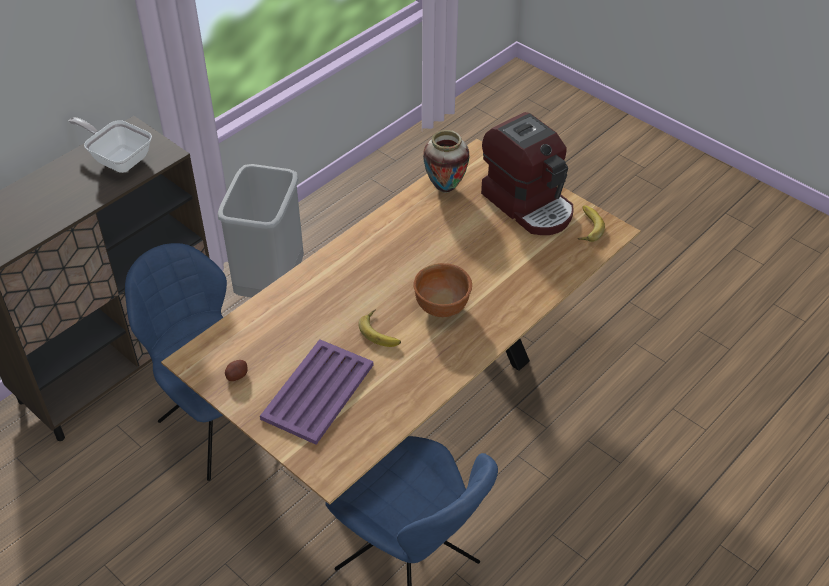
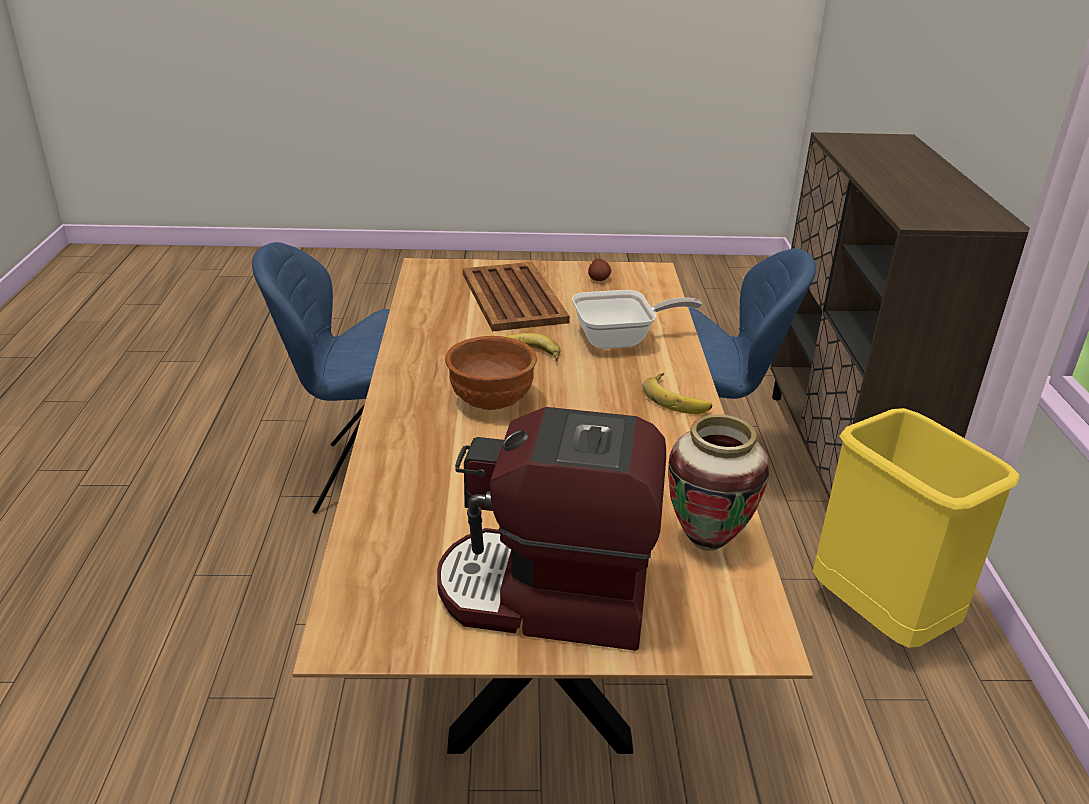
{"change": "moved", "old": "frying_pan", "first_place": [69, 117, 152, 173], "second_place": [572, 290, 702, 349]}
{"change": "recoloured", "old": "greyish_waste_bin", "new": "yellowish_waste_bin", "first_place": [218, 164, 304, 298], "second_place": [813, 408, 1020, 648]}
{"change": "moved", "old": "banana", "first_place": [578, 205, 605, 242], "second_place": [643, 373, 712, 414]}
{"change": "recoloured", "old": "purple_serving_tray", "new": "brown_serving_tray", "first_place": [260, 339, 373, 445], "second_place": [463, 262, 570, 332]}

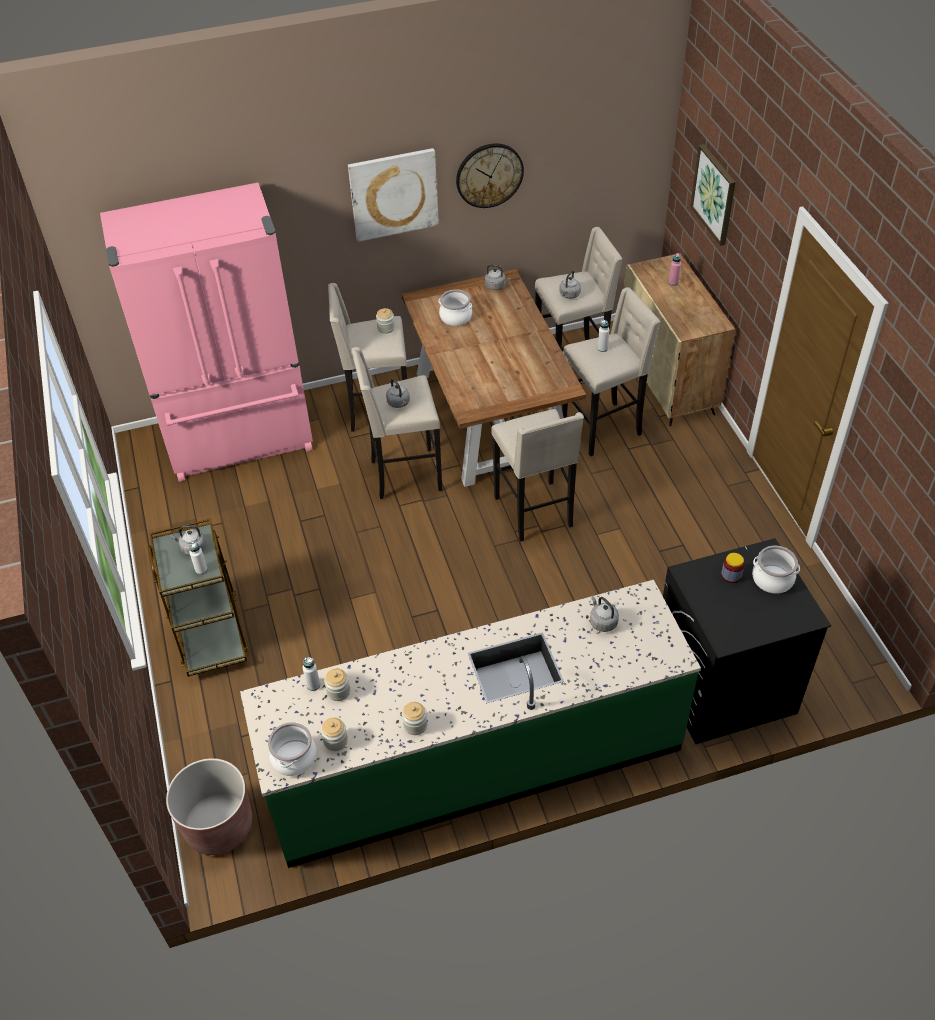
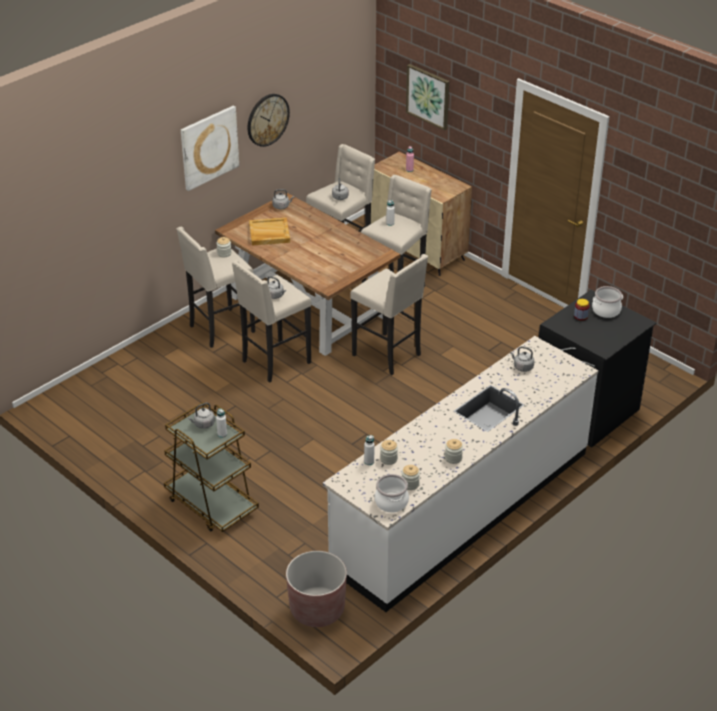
{"change": "removed", "old": "pinkish_kitchen_fridge", "first_place": [100, 183, 313, 482]}
{"change": "replaced", "old": "stockpot", "new": "beige_serving_tray", "first_place": [439, 289, 472, 326], "second_place": [249, 217, 290, 246]}
{"change": "recoloured", "old": "greenish_kitchen_base_unit", "new": "white_kitchen_base_unit", "first_place": [240, 580, 701, 868], "second_place": [323, 336, 599, 612]}

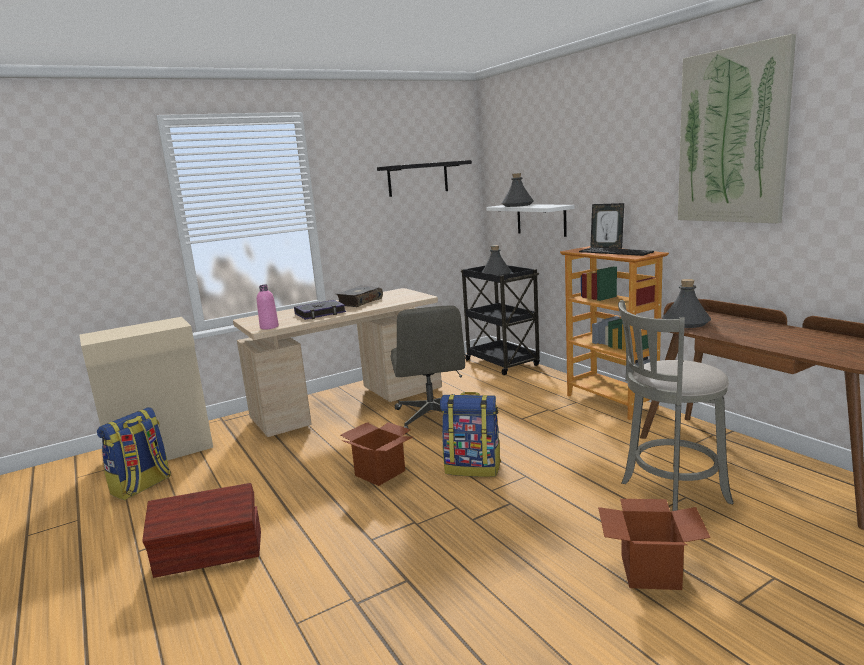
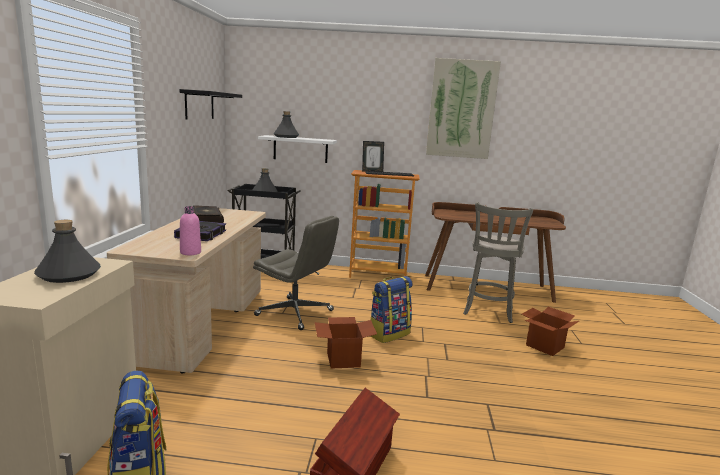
{"change": "moved", "old": "greyish_beverage_bottle", "first_place": [662, 279, 711, 328], "second_place": [34, 220, 101, 283]}

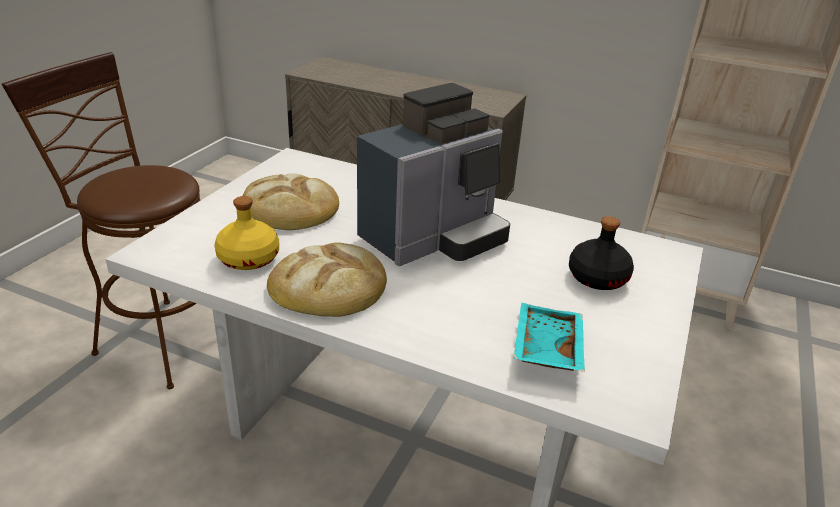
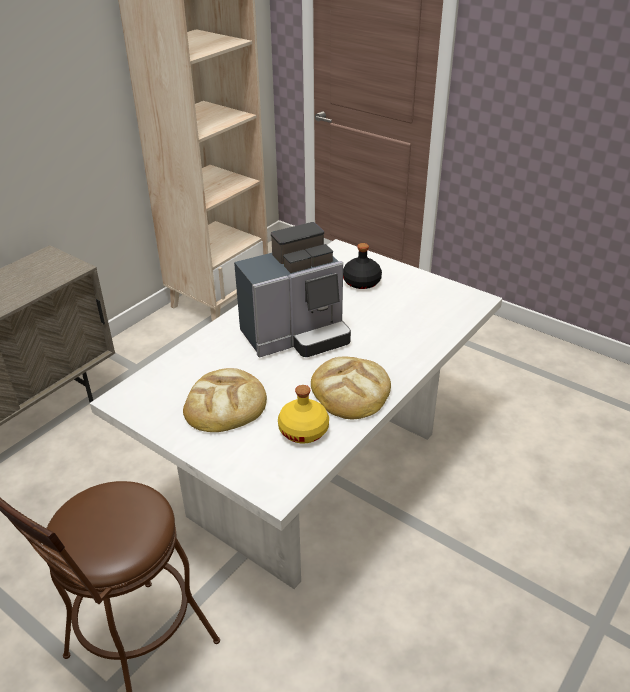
{"change": "turned", "old": "coffee_maker", "first_place": [357, 83, 510, 266], "second_place": [234, 222, 351, 357], "degrees": 90}
{"change": "removed", "old": "blue-green_serving_tray", "first_place": [514, 303, 585, 372]}

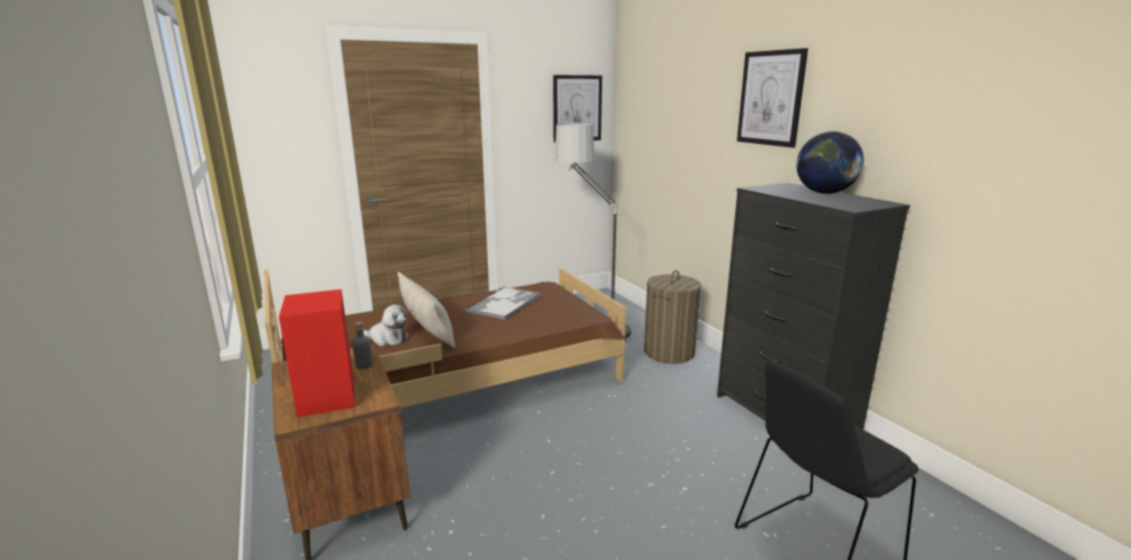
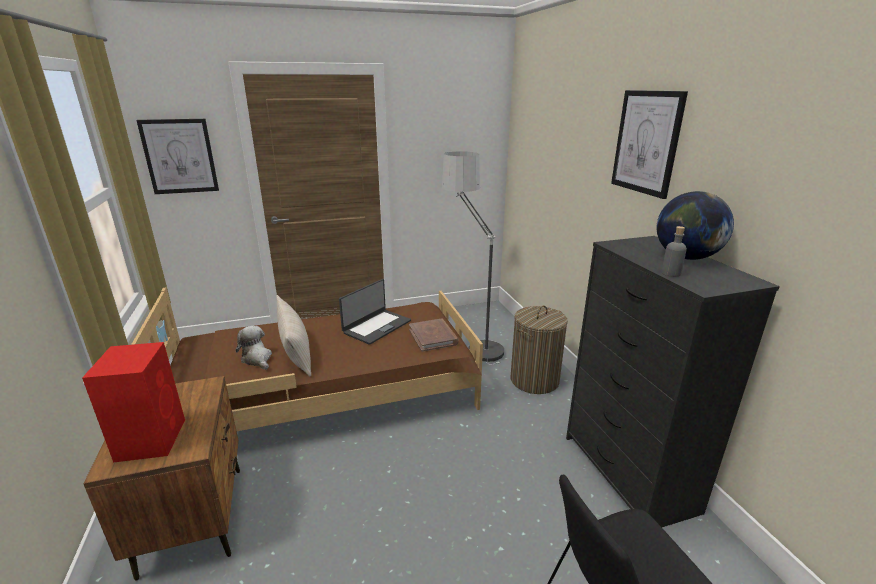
{"change": "moved", "old": "wall_picture", "first_place": [553, 75, 602, 142], "second_place": [136, 119, 219, 194]}
{"change": "replaced", "old": "serving_tray", "new": "laptop", "first_place": [465, 287, 541, 320], "second_place": [339, 279, 411, 345]}
{"change": "turned", "old": "soft_toy", "first_place": [363, 304, 409, 346], "second_place": [236, 326, 272, 370], "degrees": -150}
{"change": "moved", "old": "greyish_beverage_bottle", "first_place": [352, 322, 373, 369], "second_place": [662, 226, 687, 277]}
{"change": "added", "new": "brown_volume", "second_place": [409, 318, 459, 352]}

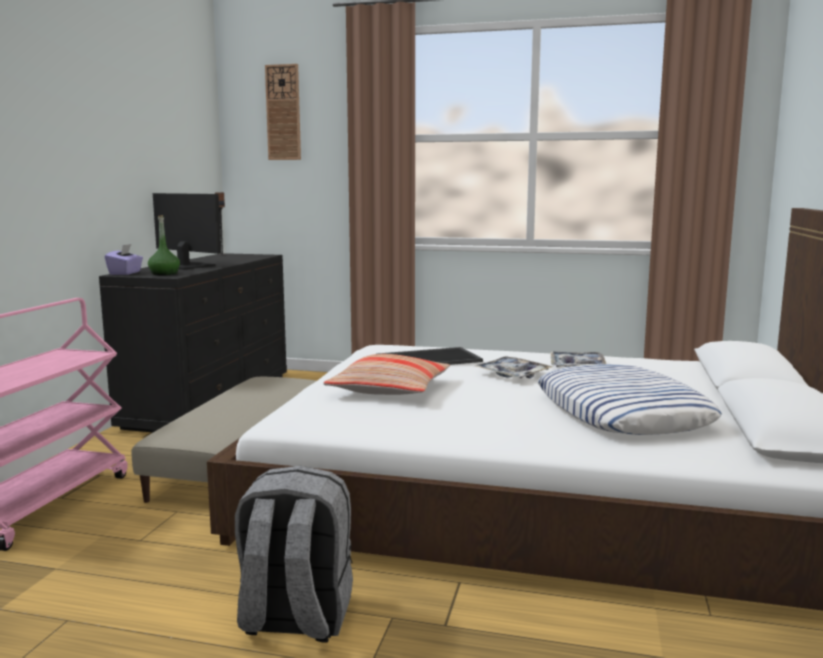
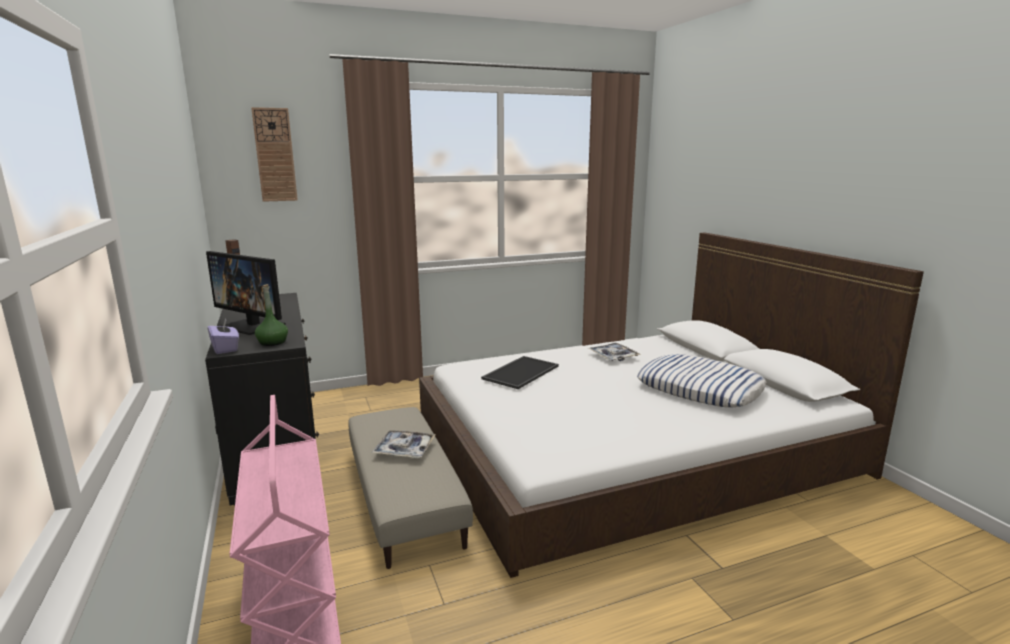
{"change": "turned", "old": "computer_display", "first_place": [153, 193, 221, 270], "second_place": [206, 251, 286, 335], "degrees": -150}
{"change": "removed", "old": "throw_pillow", "first_place": [323, 354, 450, 395]}
{"change": "moved", "old": "serving_tray", "first_place": [475, 356, 553, 378], "second_place": [372, 430, 436, 458]}
{"change": "removed", "old": "greyish_rucksack", "first_place": [235, 466, 353, 643]}

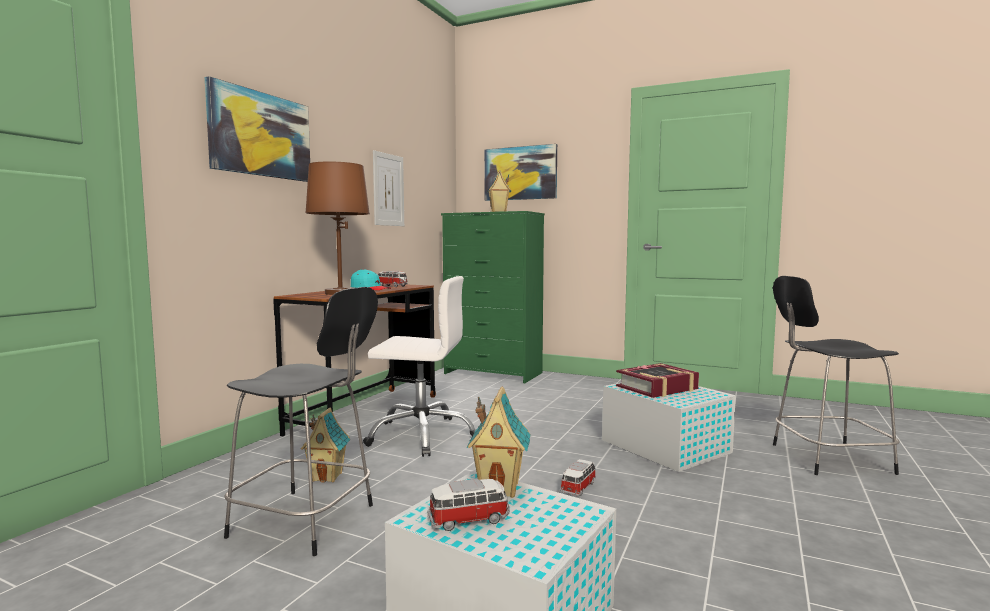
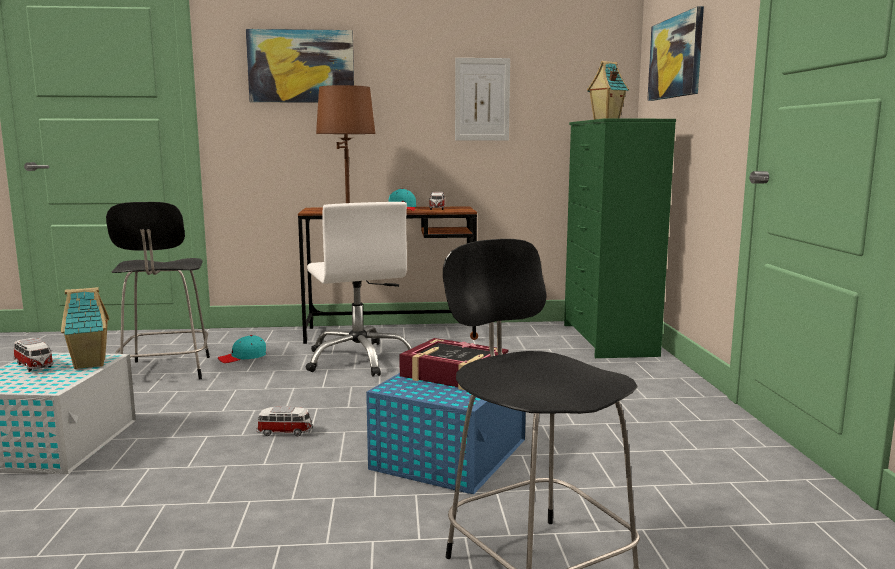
{"change": "recoloured", "old": "white_storage_container", "new": "blue-coloured_storage_container", "first_place": [602, 382, 736, 472], "second_place": [366, 373, 526, 494]}
{"change": "replaced", "old": "toy_house", "new": "blue-green_peaked_cap", "first_place": [301, 408, 350, 482], "second_place": [218, 335, 266, 363]}

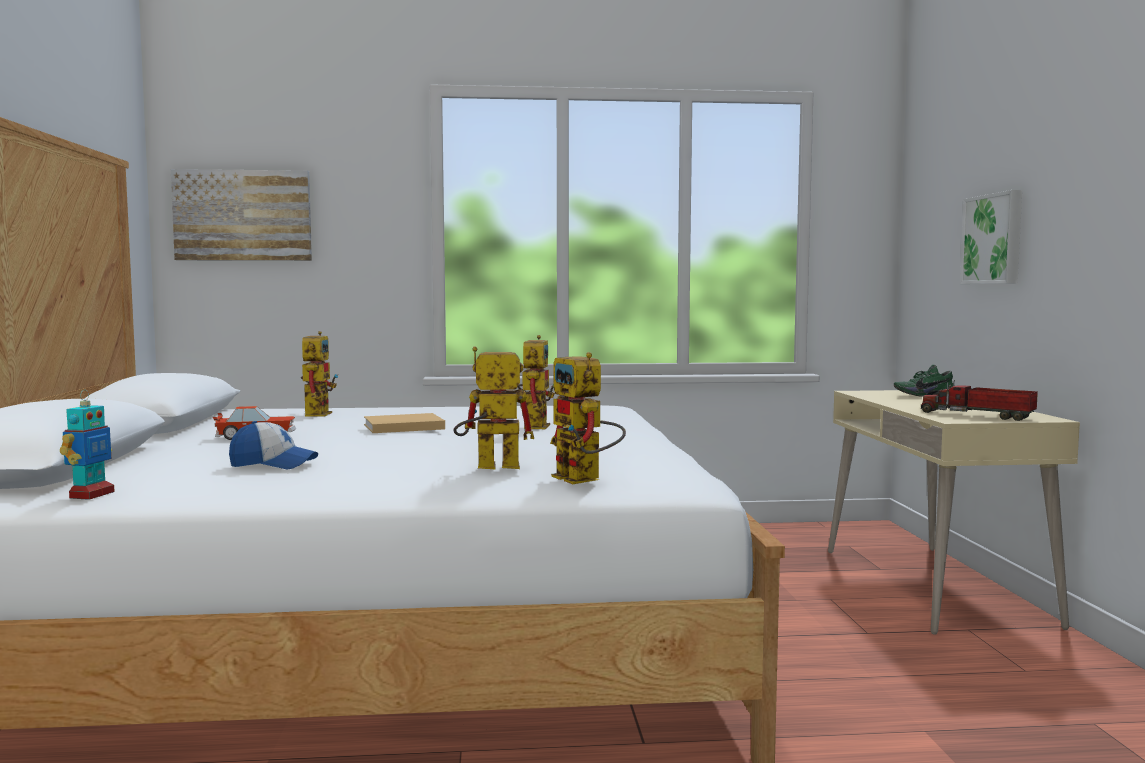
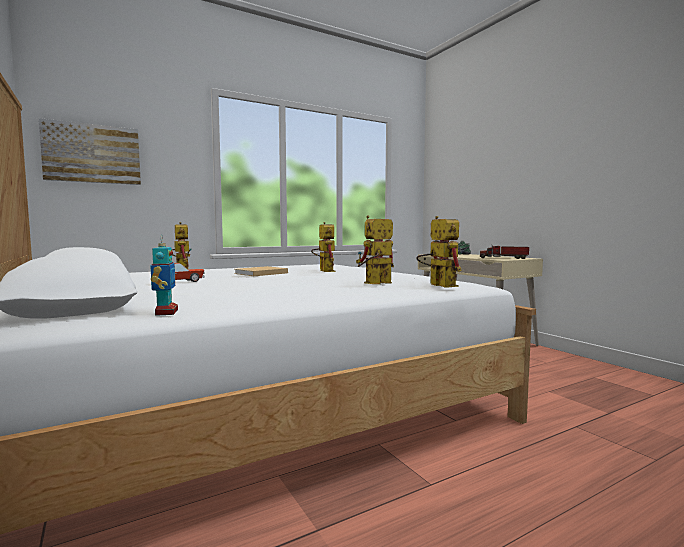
{"change": "removed", "old": "wall_picture", "first_place": [960, 190, 1022, 284]}
{"change": "turned", "old": "robot_figure", "first_place": [550, 352, 626, 484], "second_place": [417, 216, 462, 288], "degrees": -150}
{"change": "removed", "old": "peaked_cap", "first_place": [229, 421, 318, 469]}

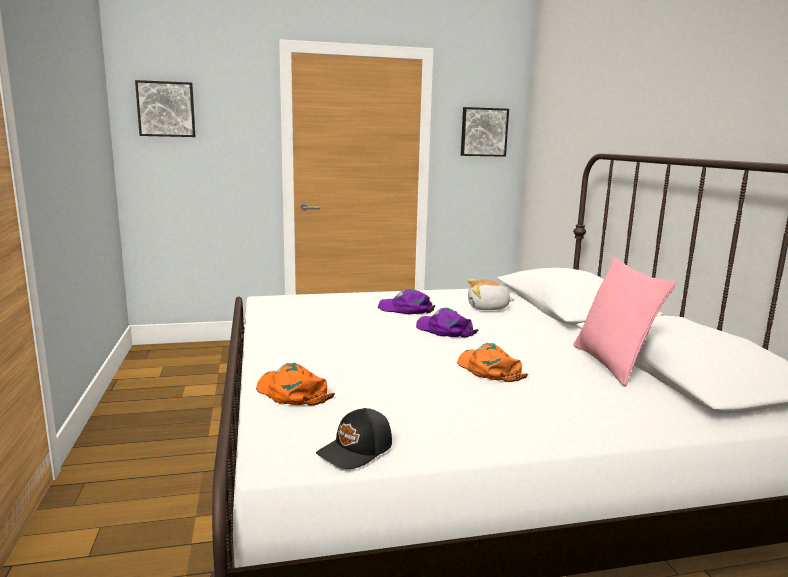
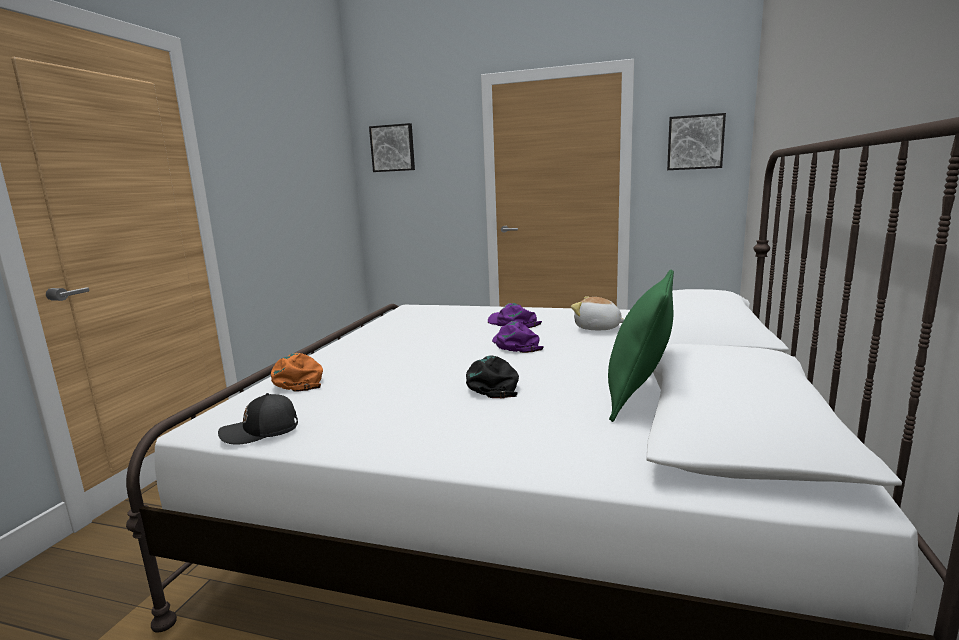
{"change": "recoloured", "old": "pinkish_throw_pillow", "new": "greenish_throw_pillow", "first_place": [573, 258, 676, 387], "second_place": [608, 269, 674, 422]}
{"change": "recoloured", "old": "orange-coloured_peaked_cap", "new": "black_peaked_cap", "first_place": [457, 343, 528, 382], "second_place": [466, 355, 519, 399]}

